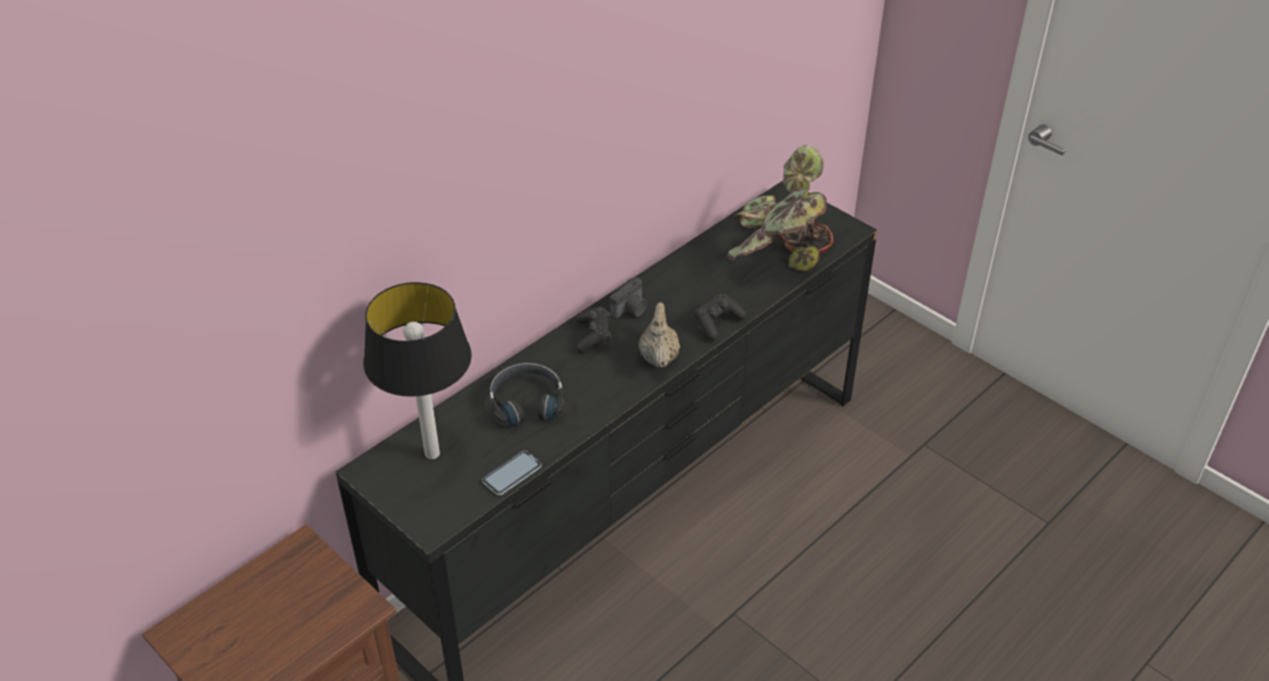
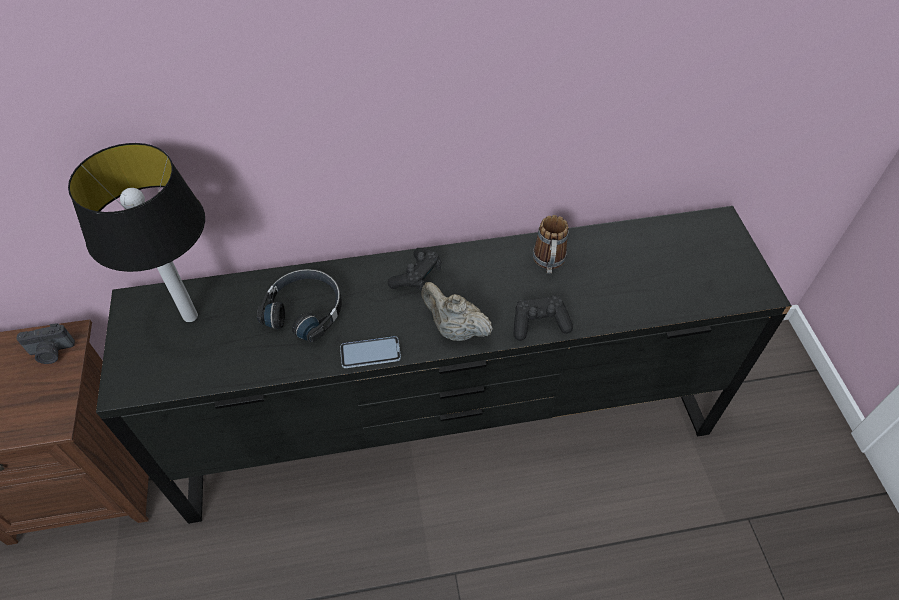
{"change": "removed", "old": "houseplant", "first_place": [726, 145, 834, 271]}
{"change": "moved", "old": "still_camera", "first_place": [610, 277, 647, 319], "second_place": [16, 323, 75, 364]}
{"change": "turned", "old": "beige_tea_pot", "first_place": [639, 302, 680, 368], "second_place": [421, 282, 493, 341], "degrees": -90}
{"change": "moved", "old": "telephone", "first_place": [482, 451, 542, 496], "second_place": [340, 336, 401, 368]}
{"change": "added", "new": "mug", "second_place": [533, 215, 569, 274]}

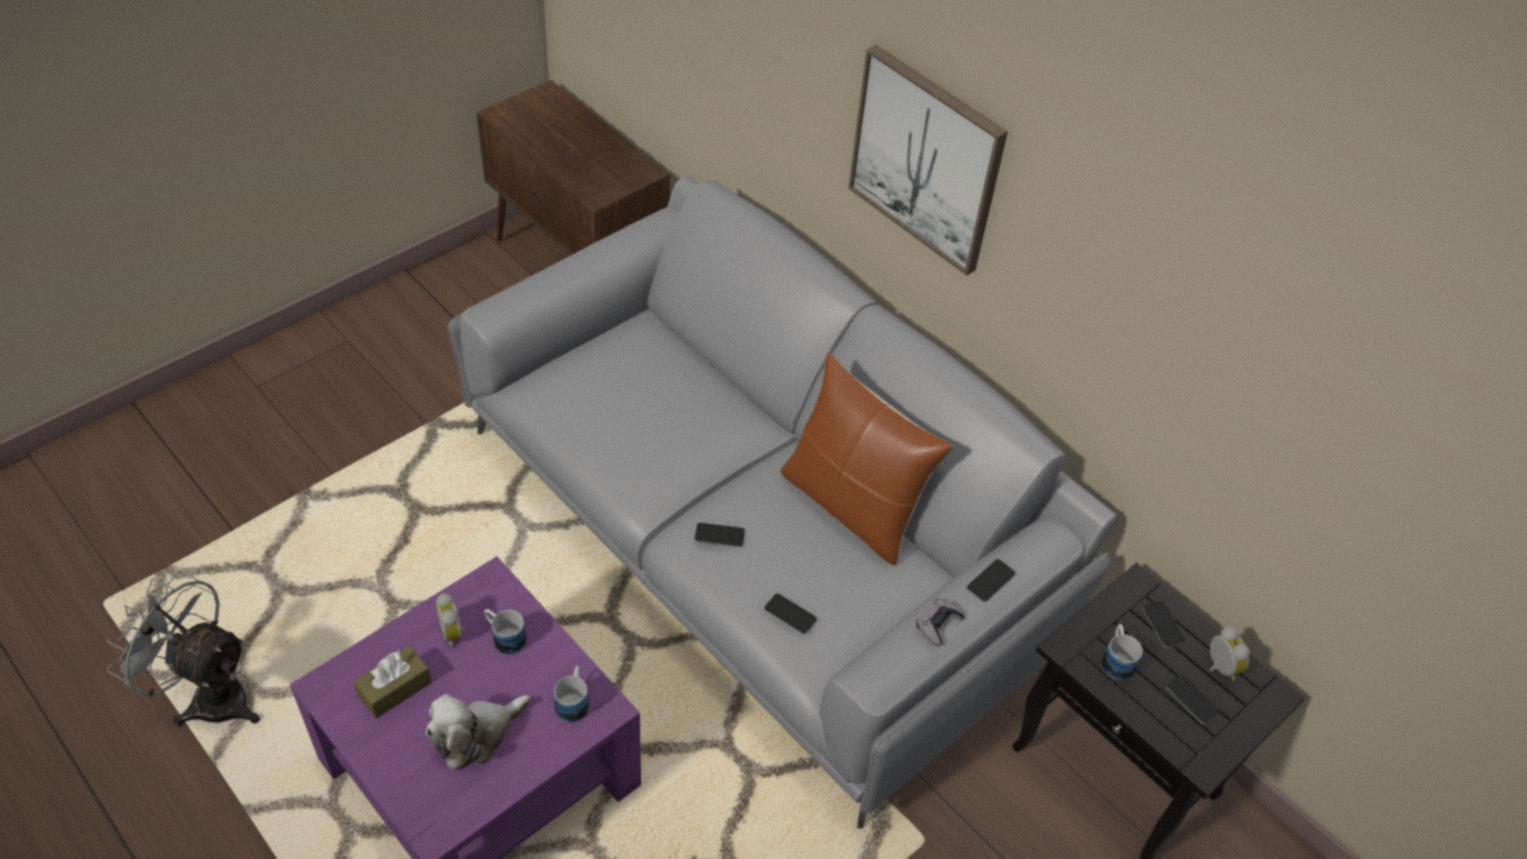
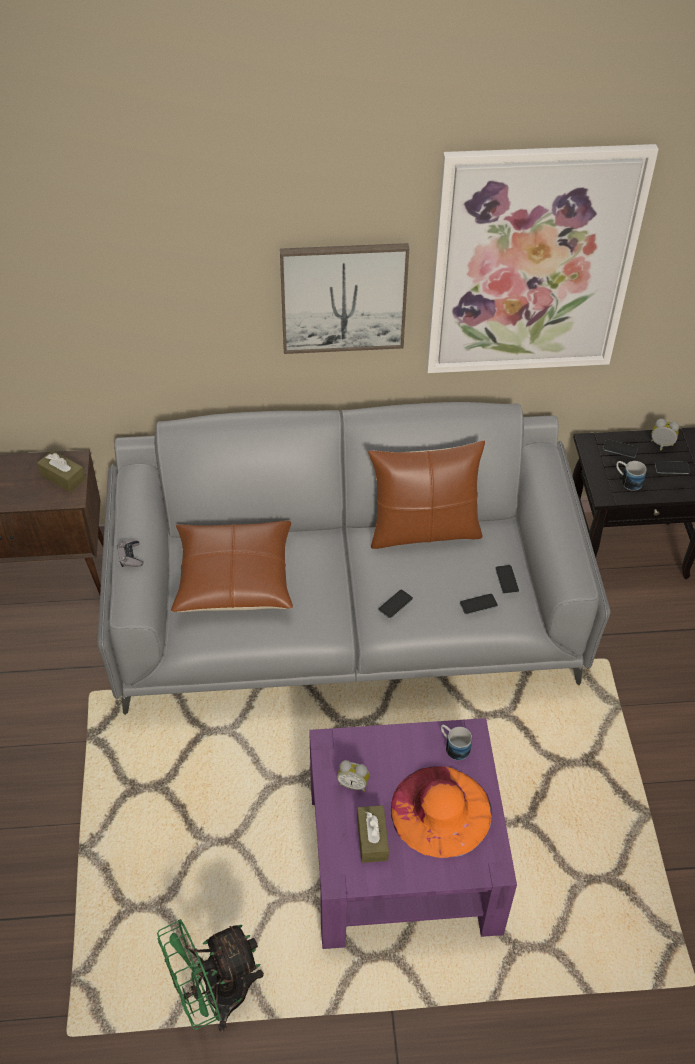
{"change": "moved", "old": "telephone", "first_place": [967, 559, 1015, 602], "second_place": [495, 565, 519, 594]}
{"change": "recoloured", "old": "greyish_electric_fan", "new": "greenish_electric_fan", "first_place": [107, 571, 260, 727], "second_place": [157, 919, 264, 1032]}
{"change": "moved", "old": "greyish_game_controller", "first_place": [917, 598, 964, 646], "second_place": [117, 540, 143, 567]}
{"change": "removed", "old": "mug", "first_place": [484, 609, 527, 654]}
{"change": "replaced", "old": "soft_toy", "new": "orange-coloured_hat", "first_place": [426, 694, 531, 770], "second_place": [391, 766, 492, 858]}
{"change": "added", "new": "wall_picture", "second_place": [426, 144, 659, 373]}
{"change": "added", "new": "brown_tissue_box", "second_place": [37, 450, 85, 492]}
{"change": "added", "new": "brown_throw_pillow", "second_place": [171, 521, 293, 612]}

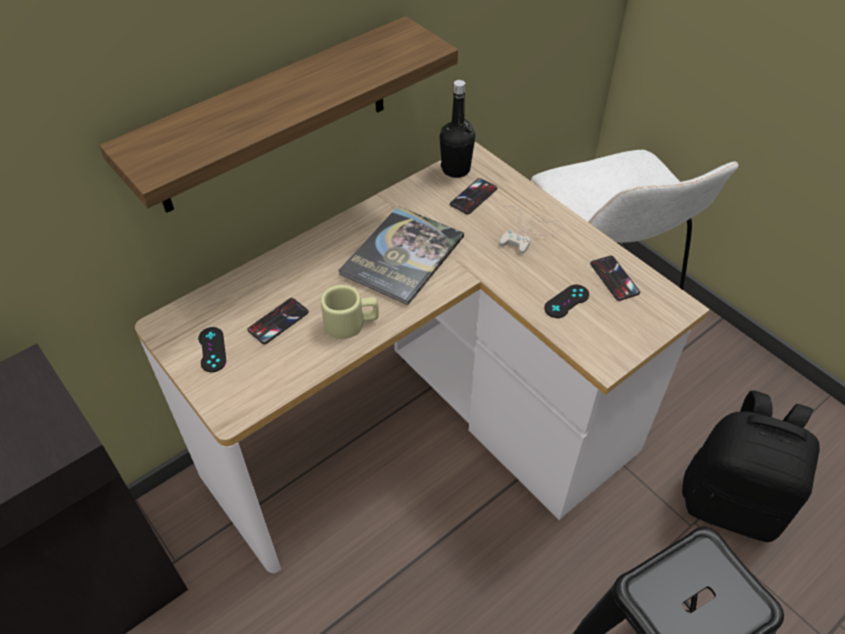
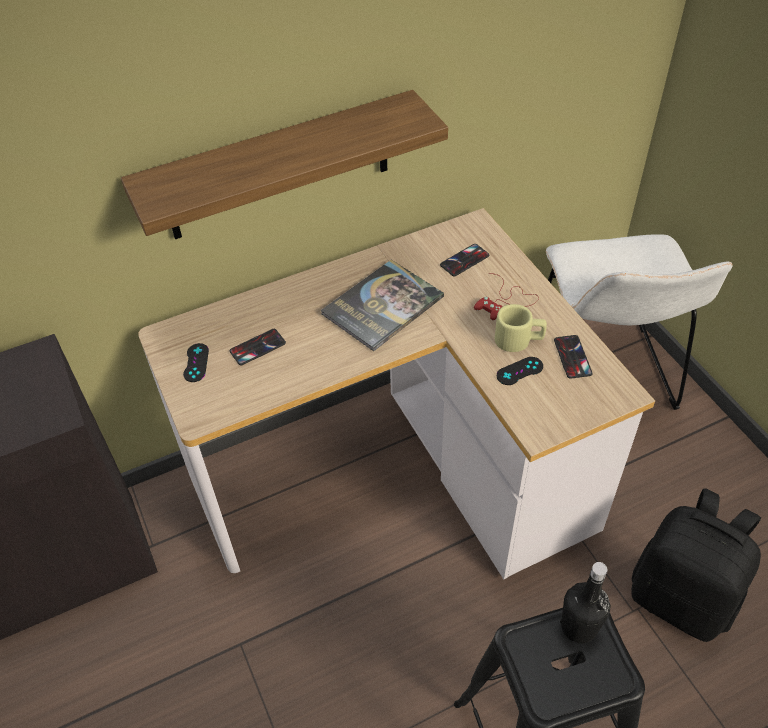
{"change": "moved", "old": "black_beverage_bottle", "first_place": [440, 80, 475, 178], "second_place": [560, 562, 611, 643]}
{"change": "recoloured", "old": "white_game_controller", "new": "red-coloured_game_controller", "first_place": [499, 206, 562, 253], "second_place": [474, 273, 539, 320]}
{"change": "moved", "old": "beige_mug", "first_place": [321, 285, 379, 339], "second_place": [495, 304, 547, 352]}

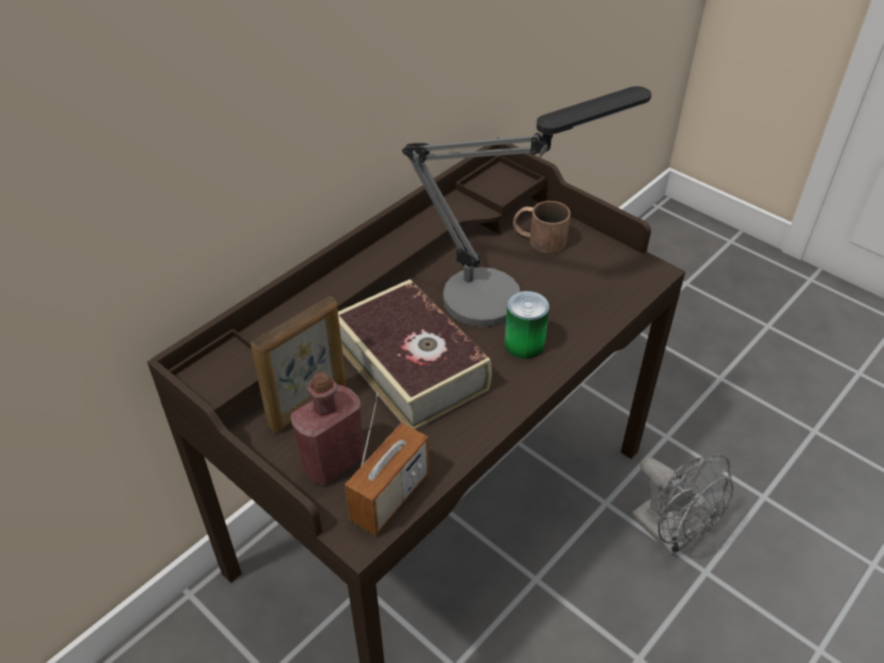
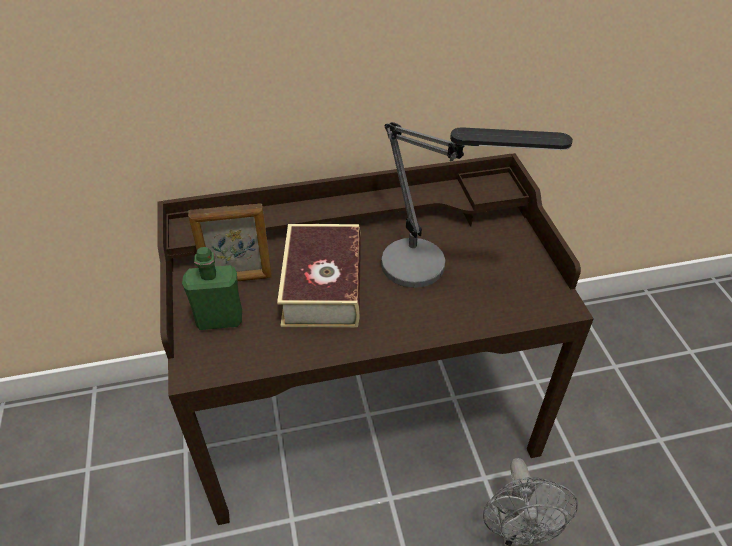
{"change": "removed", "old": "brown_mug", "first_place": [513, 201, 570, 253]}
{"change": "removed", "old": "can", "first_place": [504, 291, 549, 359]}
{"change": "recoloured", "old": "red-coloured_beverage_bottle", "new": "greenish_beverage_bottle", "first_place": [290, 372, 364, 485], "second_place": [182, 247, 242, 330]}
{"change": "removed", "old": "radio_set", "first_place": [345, 392, 429, 536]}

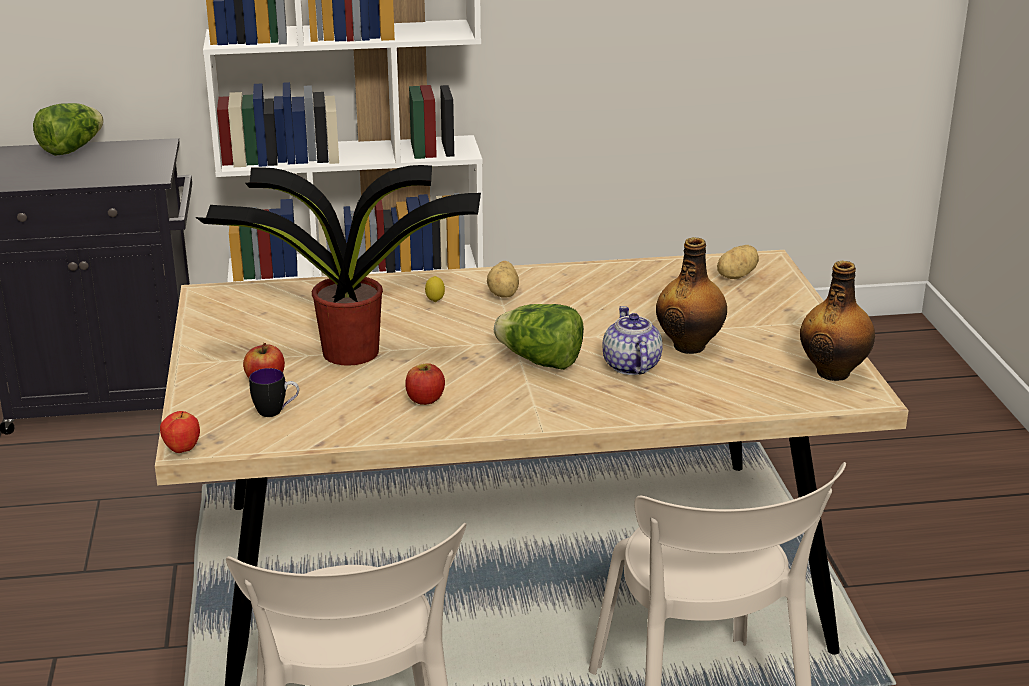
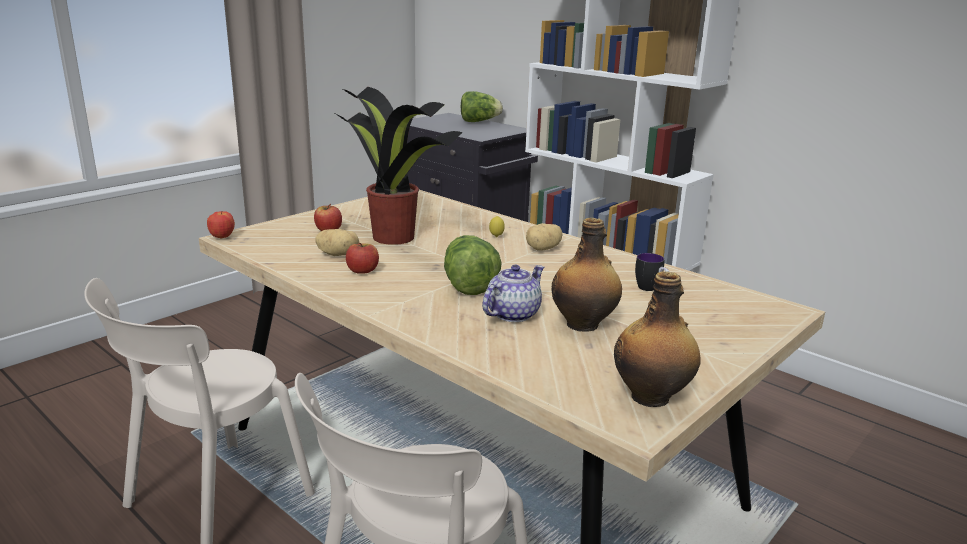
{"change": "moved", "old": "whole_potato", "first_place": [717, 245, 759, 279], "second_place": [315, 229, 359, 256]}
{"change": "moved", "old": "mug", "first_place": [249, 368, 299, 417], "second_place": [635, 253, 669, 291]}

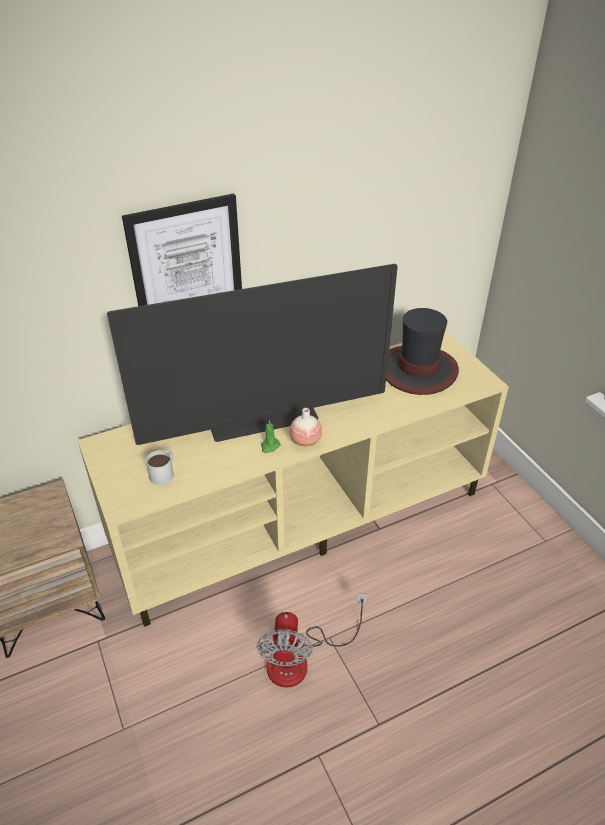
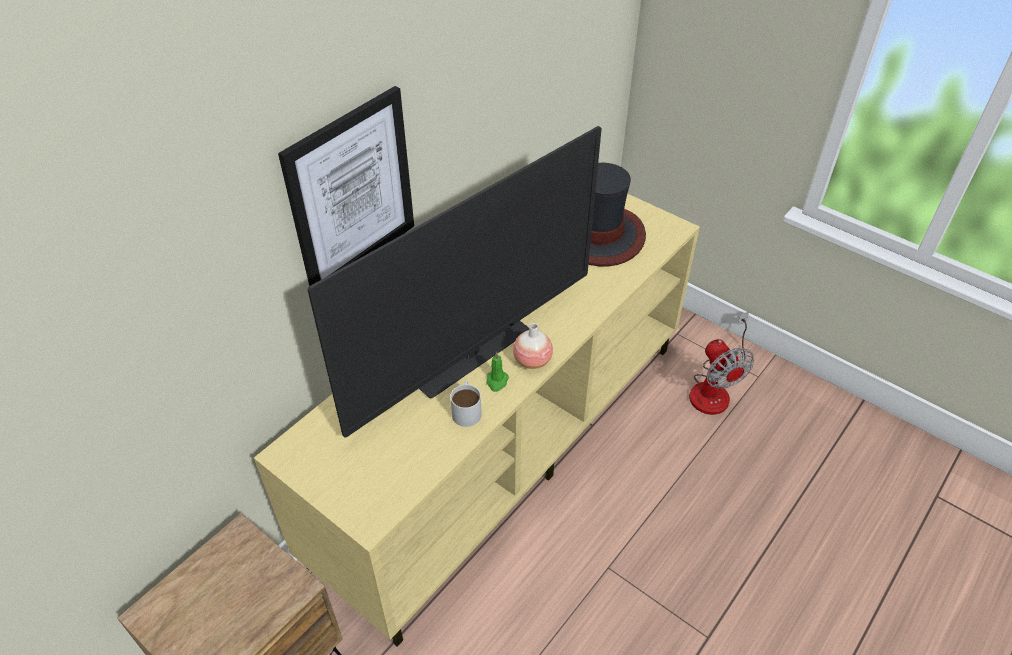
{"change": "moved", "old": "white_mug", "first_place": [146, 449, 174, 485], "second_place": [450, 381, 481, 427]}
{"change": "moved", "old": "electric_fan", "first_place": [256, 593, 368, 688], "second_place": [689, 312, 754, 415]}

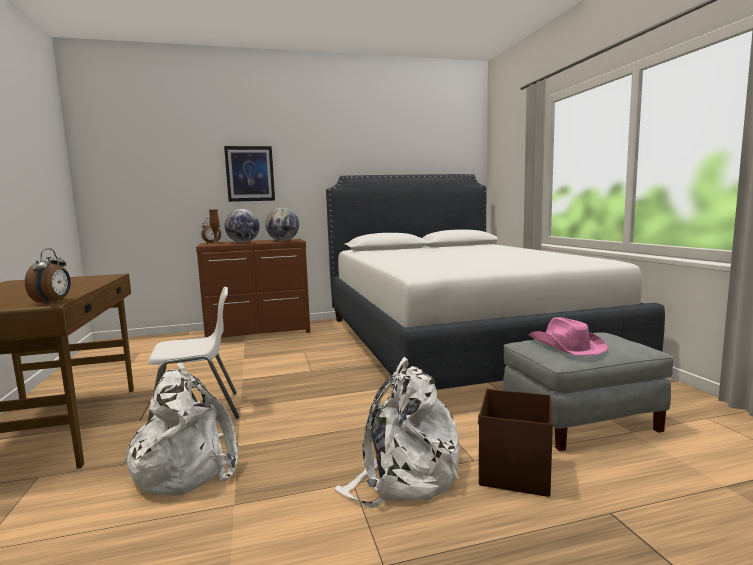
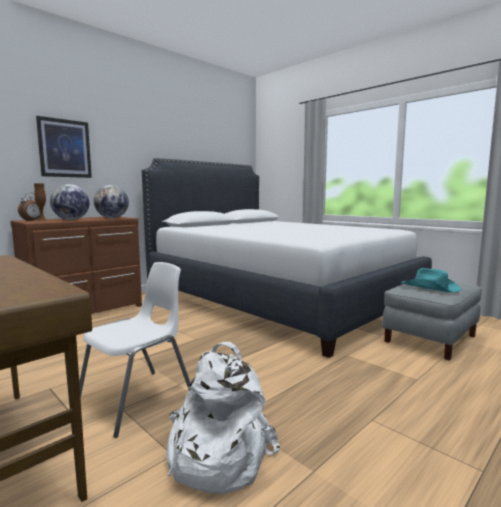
{"change": "removed", "old": "bedside_clock", "first_place": [25, 248, 71, 304]}
{"change": "recoloured", "old": "pinkish_hat", "new": "blue-green_hat", "first_place": [528, 317, 608, 356], "second_place": [401, 268, 462, 293]}
{"change": "removed", "old": "white_rucksack", "first_place": [334, 357, 460, 508]}
{"change": "removed", "old": "brown_storage_container", "first_place": [478, 389, 553, 497]}

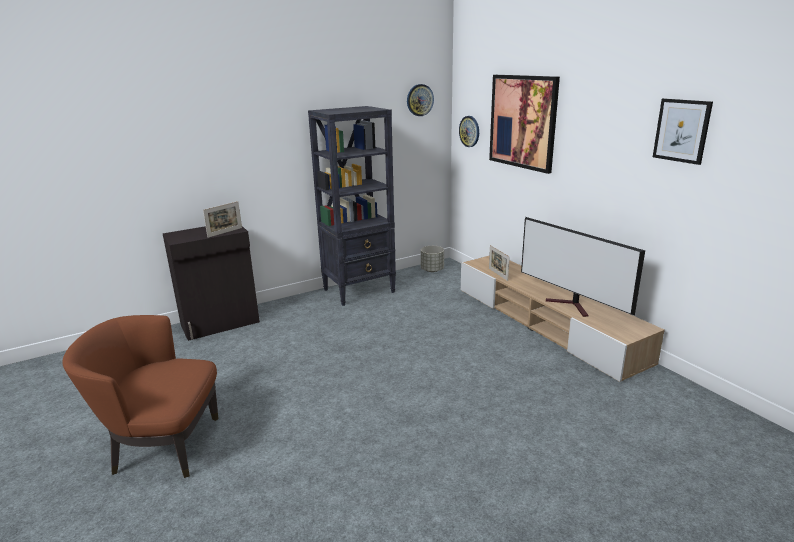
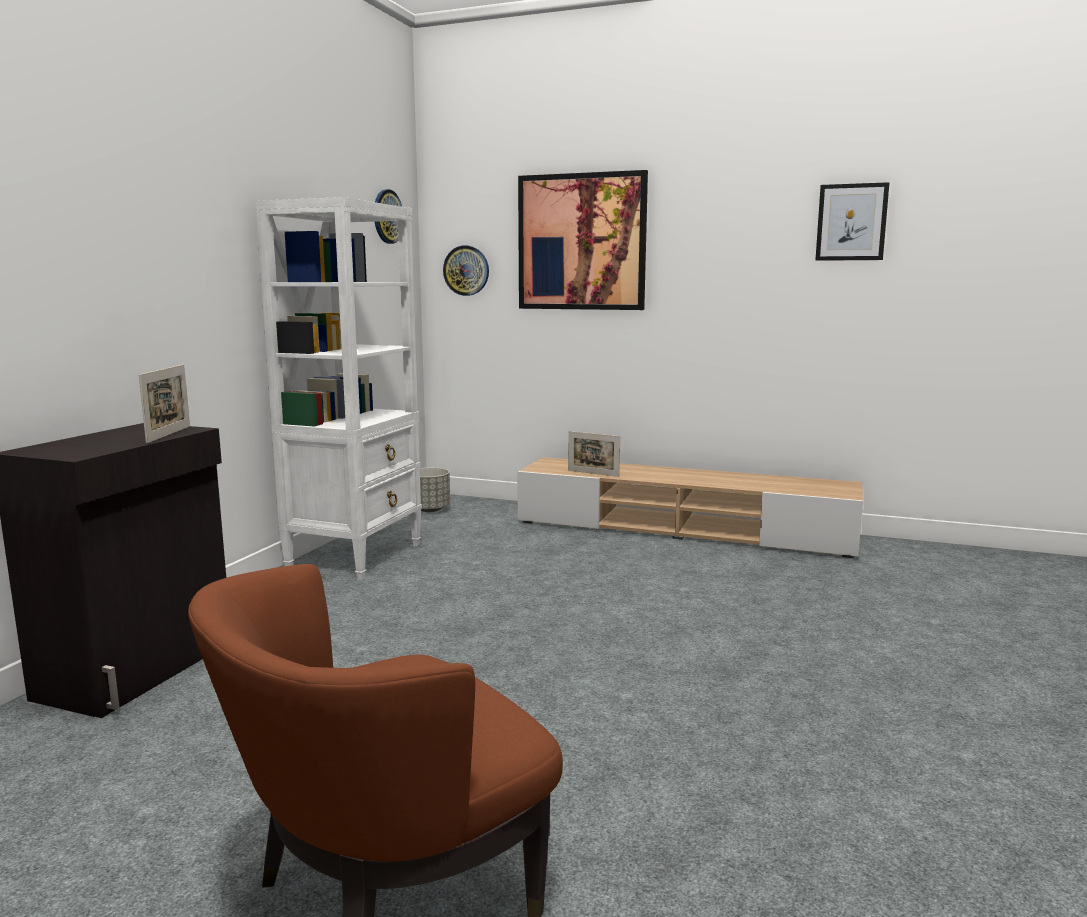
{"change": "recoloured", "old": "black_shelving_unit", "new": "white_shelving_unit", "first_place": [308, 106, 396, 306], "second_place": [255, 197, 422, 580]}
{"change": "removed", "old": "television", "first_place": [521, 217, 645, 317]}

